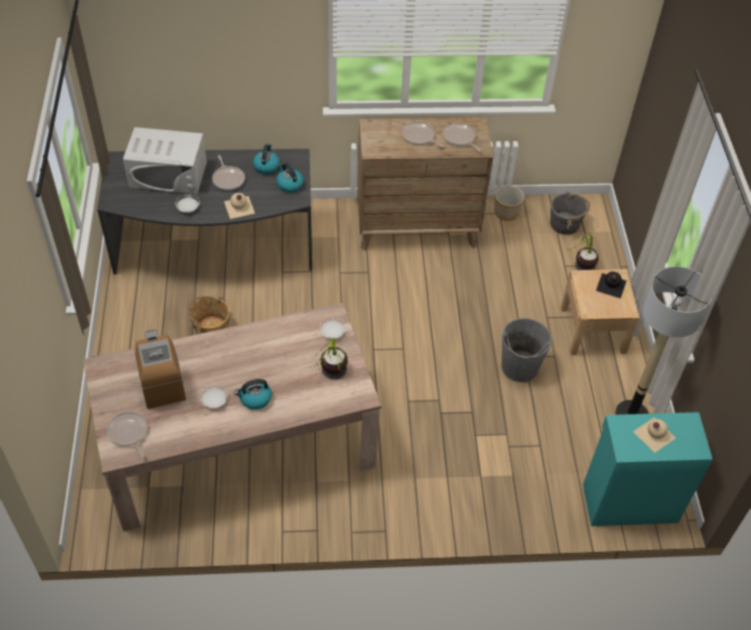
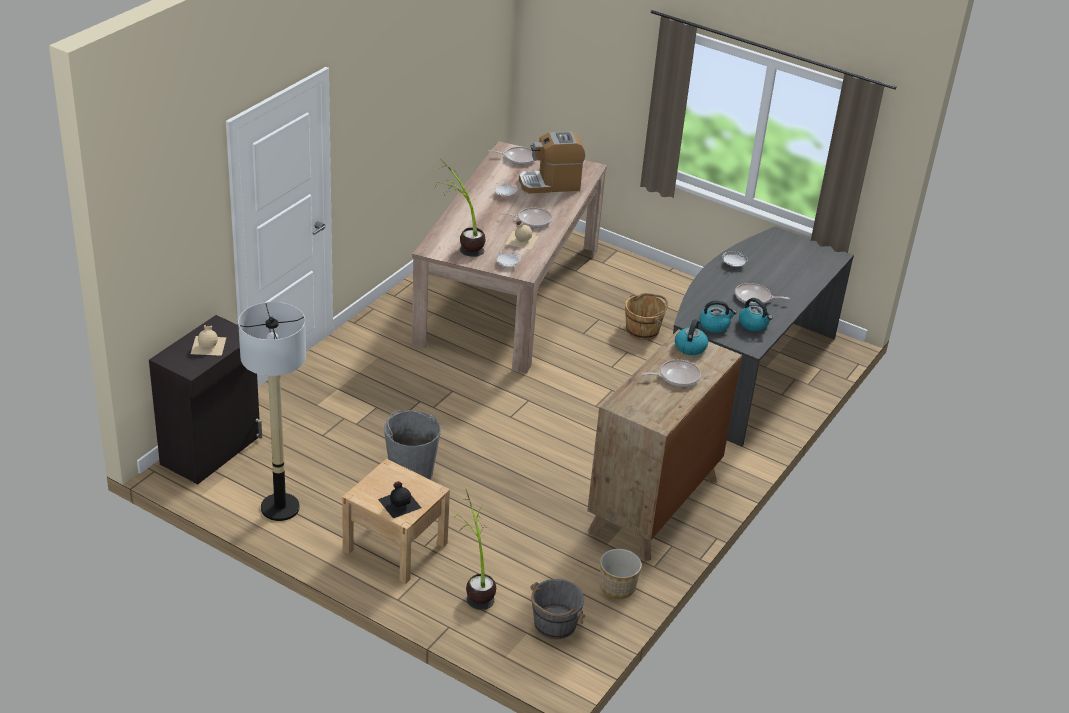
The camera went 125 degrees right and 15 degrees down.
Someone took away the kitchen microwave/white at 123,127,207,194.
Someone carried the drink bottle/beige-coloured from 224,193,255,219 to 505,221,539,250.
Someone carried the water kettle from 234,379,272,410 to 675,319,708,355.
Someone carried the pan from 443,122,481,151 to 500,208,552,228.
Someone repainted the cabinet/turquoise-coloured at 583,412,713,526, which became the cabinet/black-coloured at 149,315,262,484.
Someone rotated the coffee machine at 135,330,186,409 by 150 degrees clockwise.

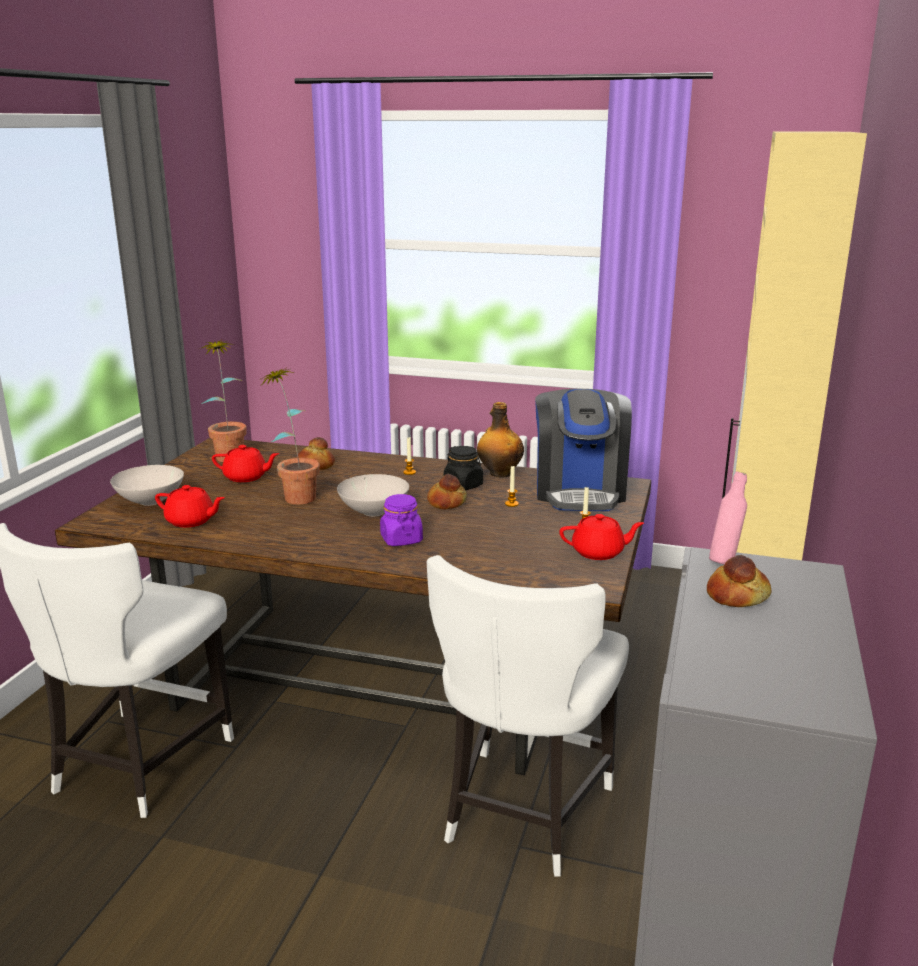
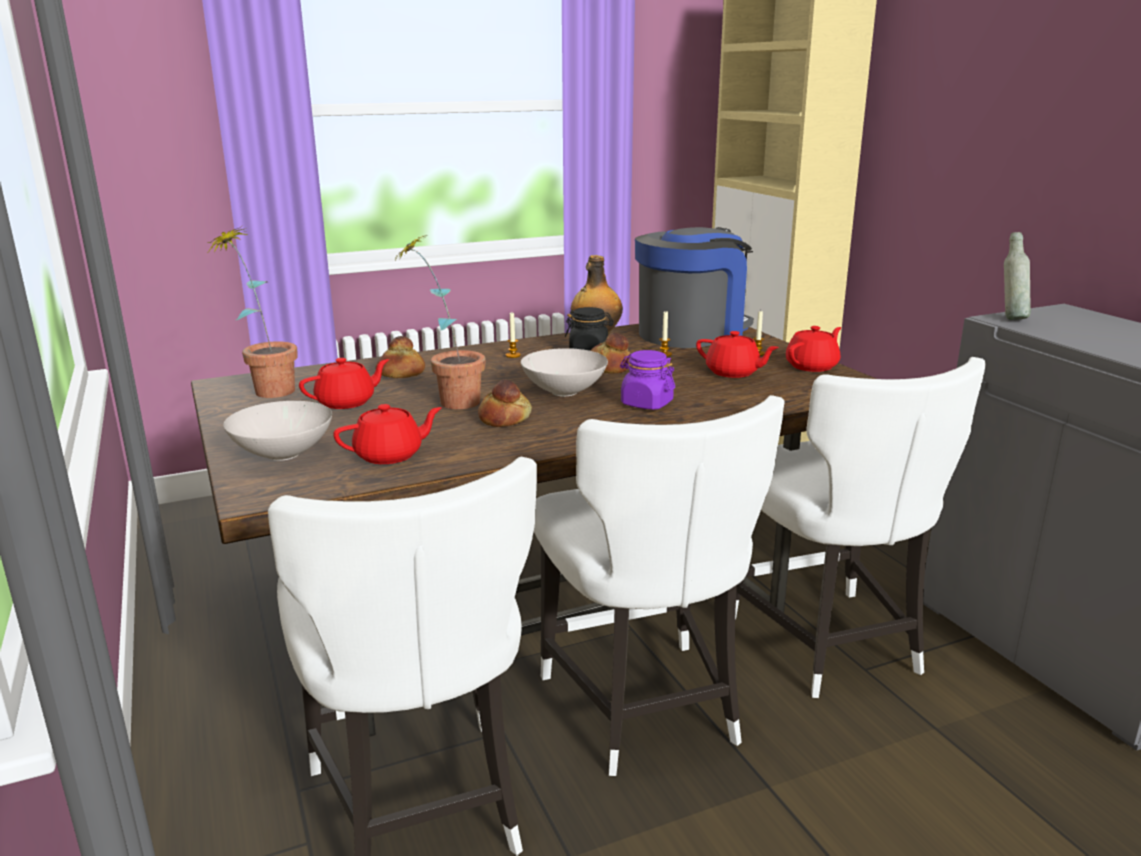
The camera went 40 degrees left and 0 degrees up.
Someone put down the chair/white at 534,395,784,776.
Someone put down the tea pot/reddish at 696,331,779,378.
Someone carried the bread from 707,555,772,607 to 478,379,532,427.
Someone repainted the drink bottle/pink at 709,472,747,565, which became the drink bottle/gray at 1004,232,1031,320.
Someone rotated the coffee machine at 535,389,632,511 by 90 degrees counterclockwise.

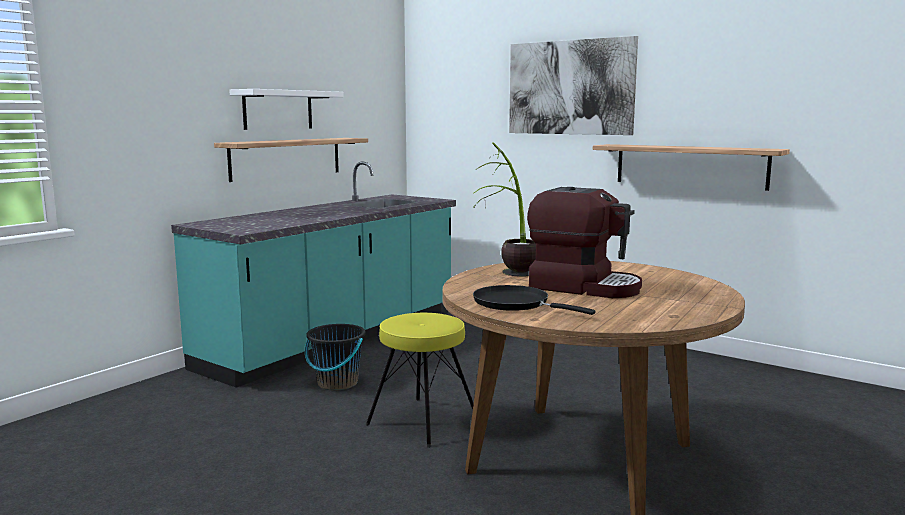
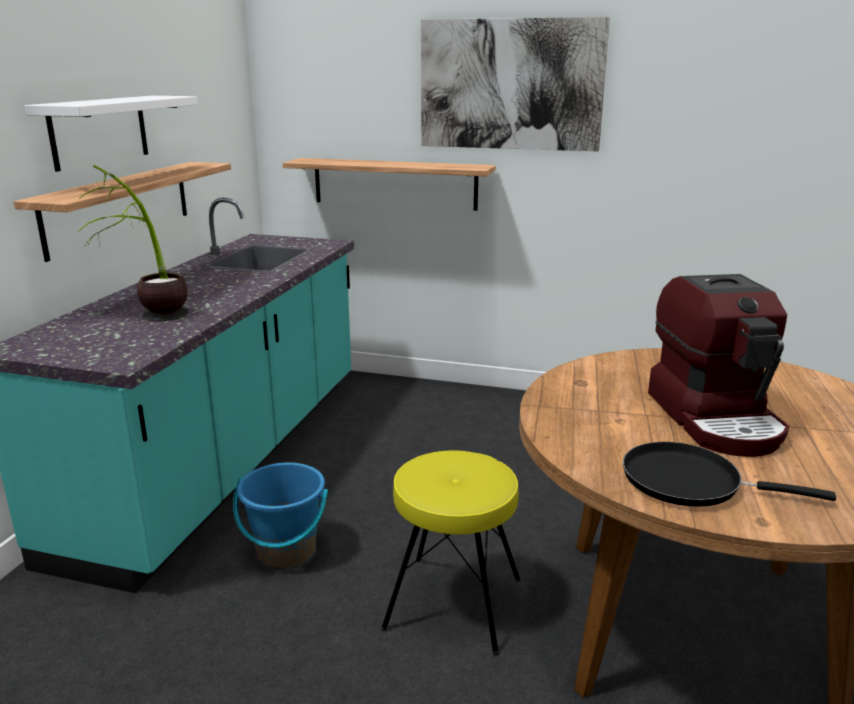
The camera went 20 degrees left and 10 degrees up.
Someone carried the plant in a pot from 473,142,536,277 to 79,165,189,321.
Someone carried the wall shelf from 593,144,790,191 to 283,158,496,211.
Someone repainted the pail/black-coloured at 305,324,366,390, which became the pail/blue at 233,463,328,568.
Someone rotated the coffee machine at 527,187,642,298 by 75 degrees clockwise.

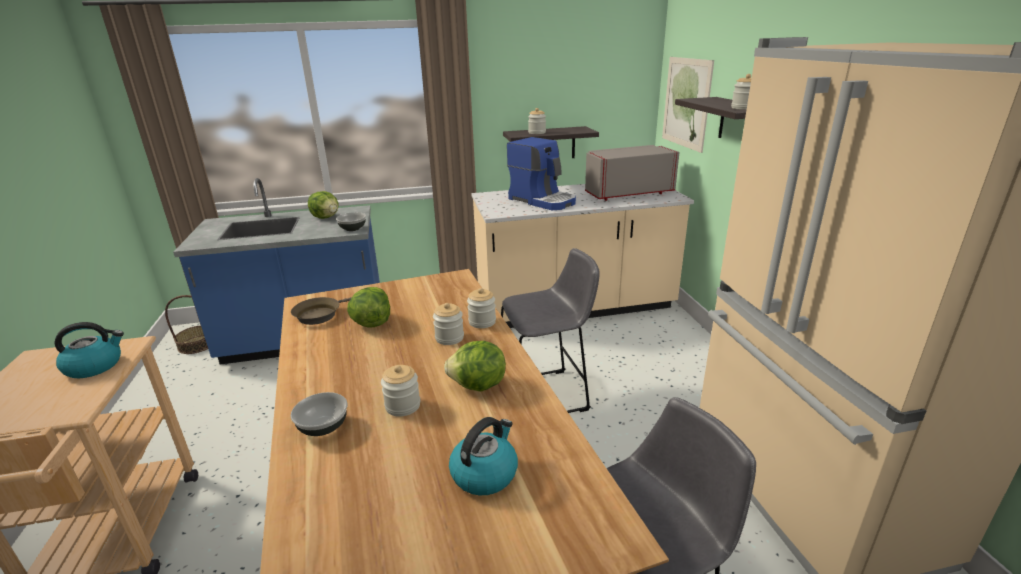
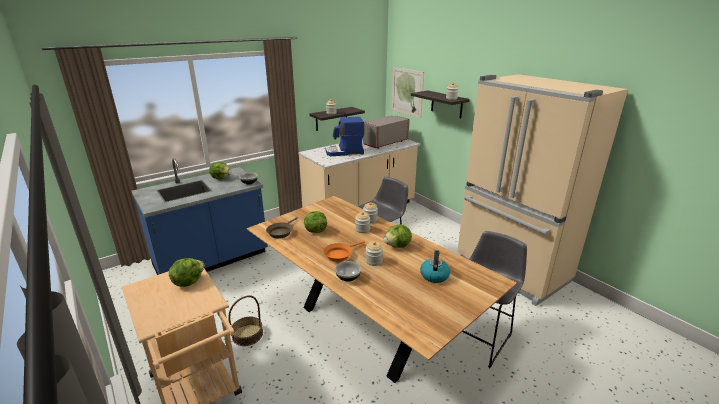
The camera went 25 degrees left and 0 degrees up.
Someone put down the pan/orange-coloured at 323,241,365,262.
Someone carried the household basket from 165,295,208,354 to 228,295,263,346.
Someone swapped the water kettle at 55,322,124,378 for the lettuce head at 169,258,204,287.
Someone rotated the coffee machine at 507,137,576,210 by 150 degrees clockwise.

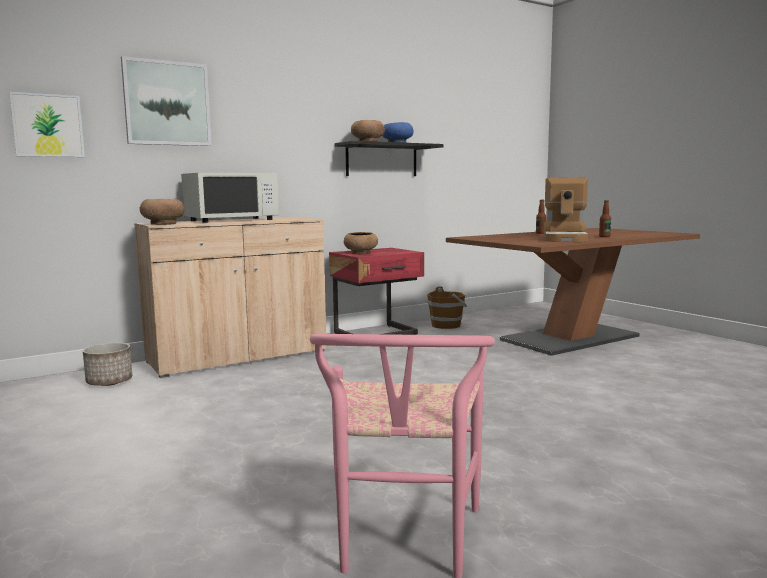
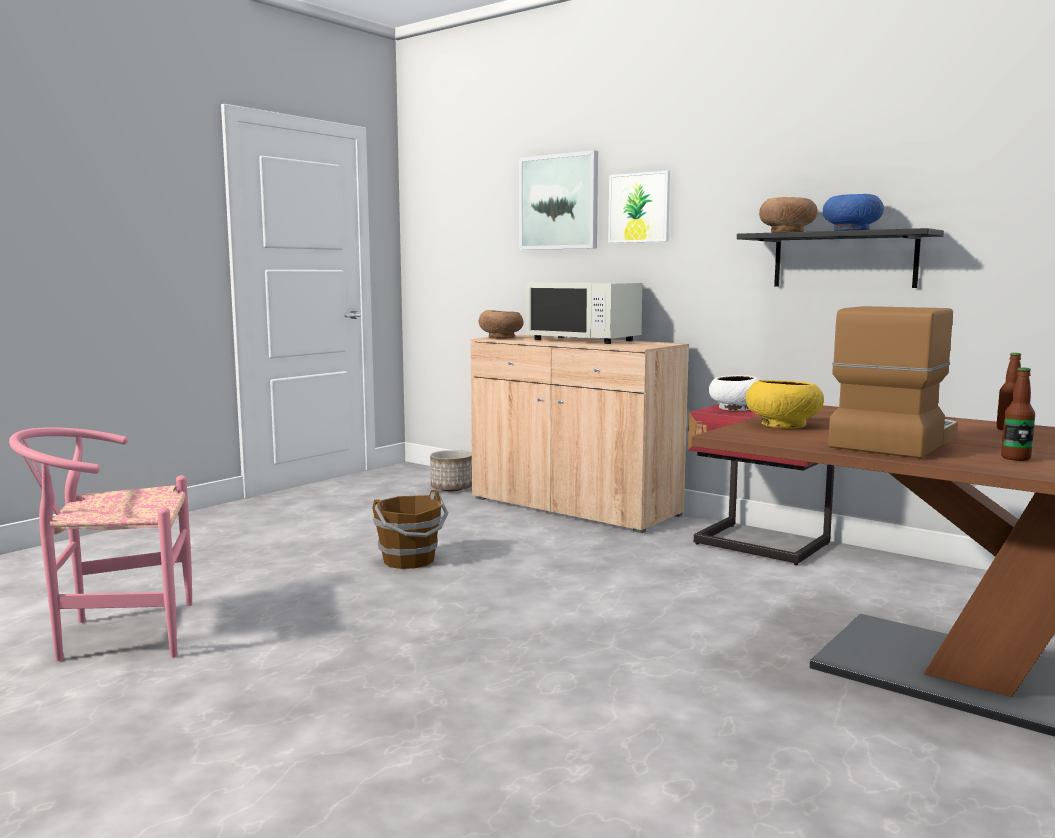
The camera went 70 degrees right and 0 degrees up.
Someone put down the deep dish/yellow-coloured at 746,380,824,429.
Someone carried the wall picture from 9,92,85,157 to 608,171,670,243.
Someone carried the pail/brown-coloured from 427,286,467,329 to 372,490,448,569.
Someone repainted the deep dish/brown-coloured at 344,232,378,254, which became the deep dish/white at 709,375,759,411.
Someone rotated the coffee machine at 544,177,588,242 by 135 degrees clockwise.

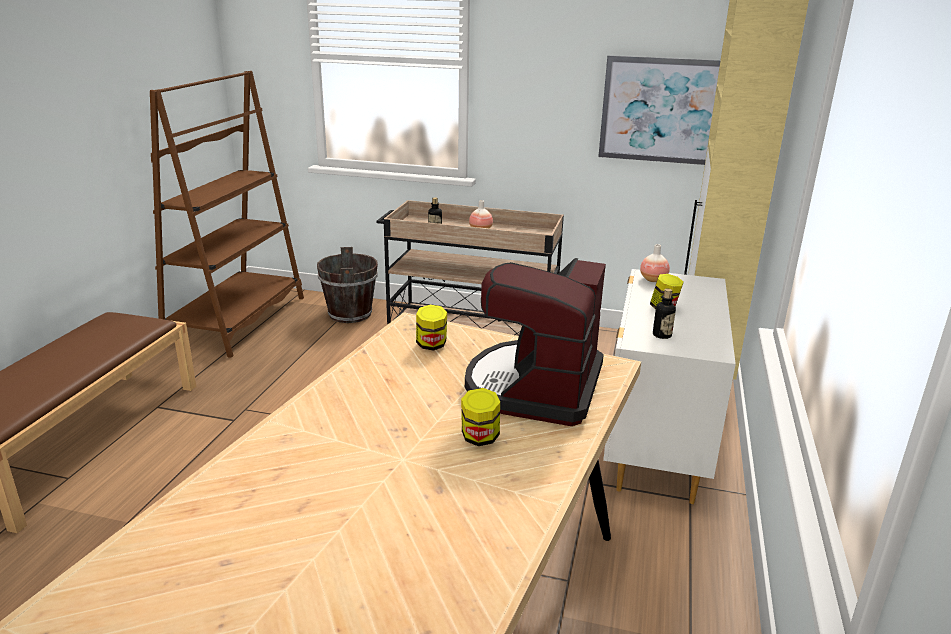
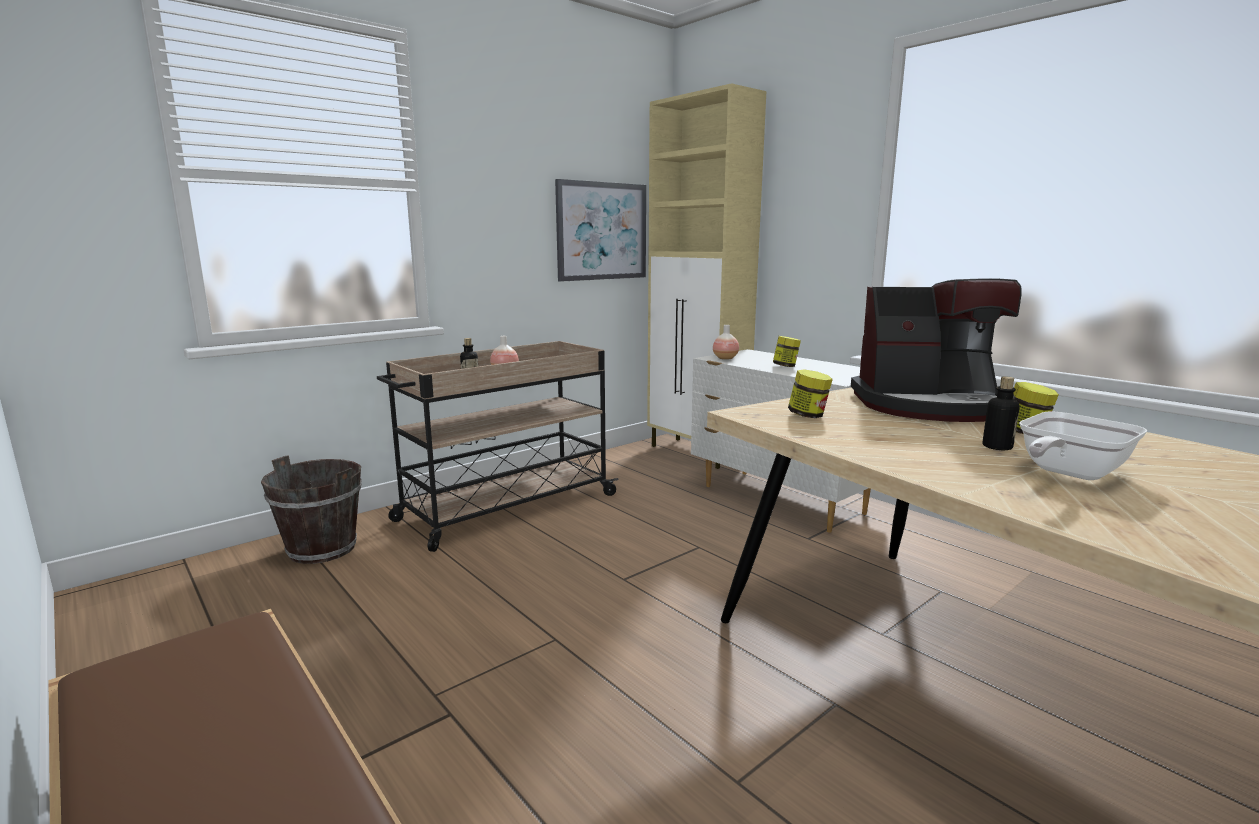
The camera went 55 degrees left and 10 degrees down.
Someone took away the shelving unit/brown-coloured at 150,71,304,357.
Someone put down the pan at 1019,412,1147,480.
Someone carried the drink bottle from 653,289,676,339 to 983,376,1019,450.
Someone rotated the coffee machine at 465,258,606,426 by 45 degrees counterclockwise.

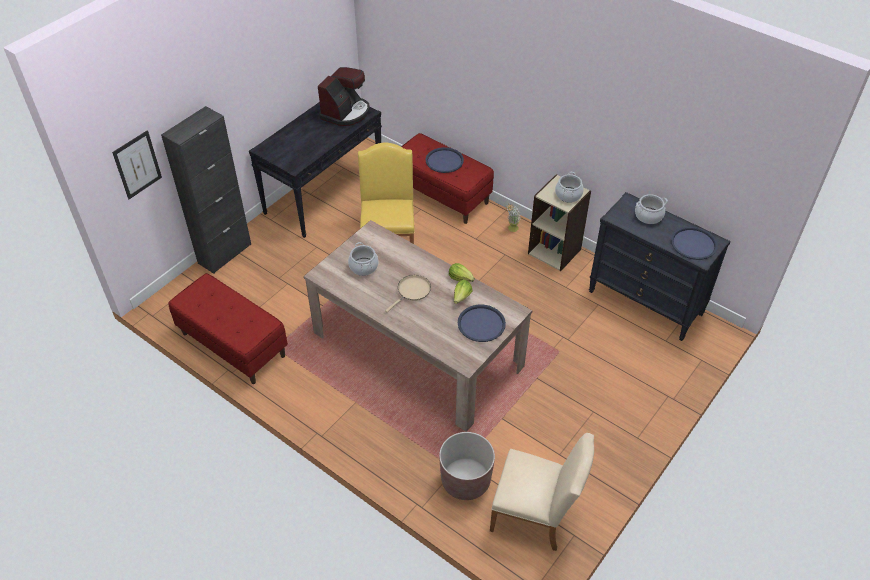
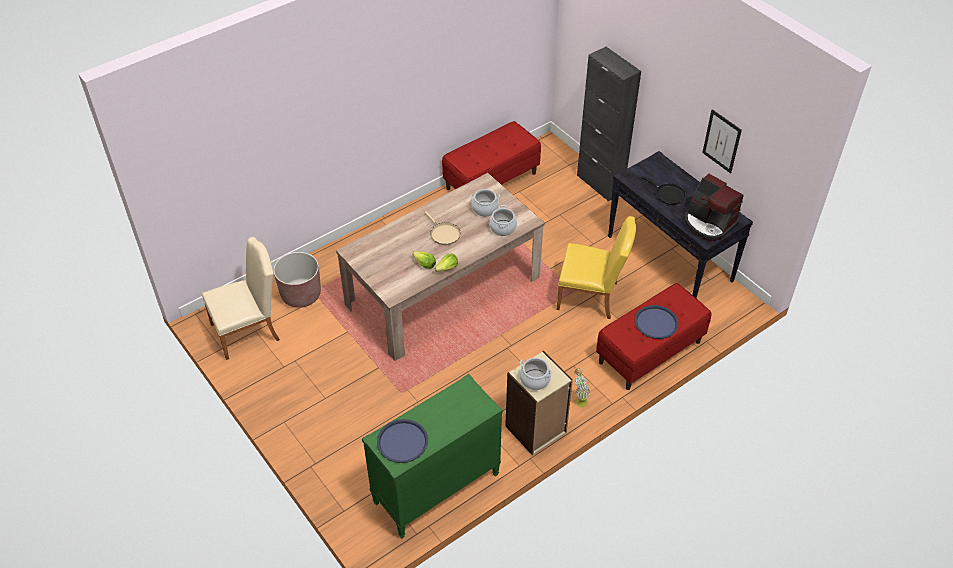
The camera went 105 degrees right and 0 degrees up.
Someone took away the carrying tray/blue at 458,305,506,342.
Someone put down the pan/black-coloured at 642,176,686,205.
Someone carried the wall picture from 112,130,162,199 to 702,109,742,174.
Someone carried the stockpot from 635,194,668,224 to 489,205,517,236.
Someone repainted the chest of drawers/black-coloured at 589,192,731,341, which became the chest of drawers/green-coloured at 362,374,503,539.
Someone rotated the chair/beige-coloured at 490,433,594,551 by 150 degrees counterclockwise.

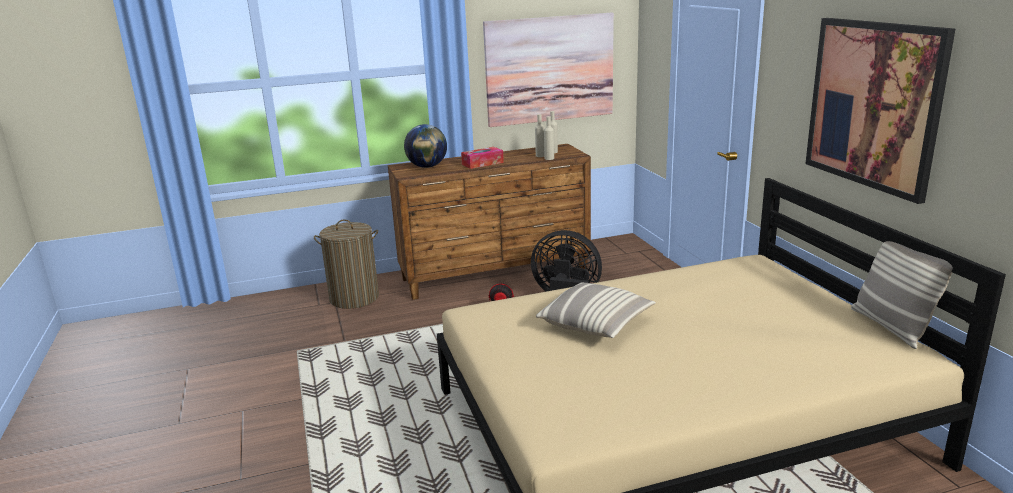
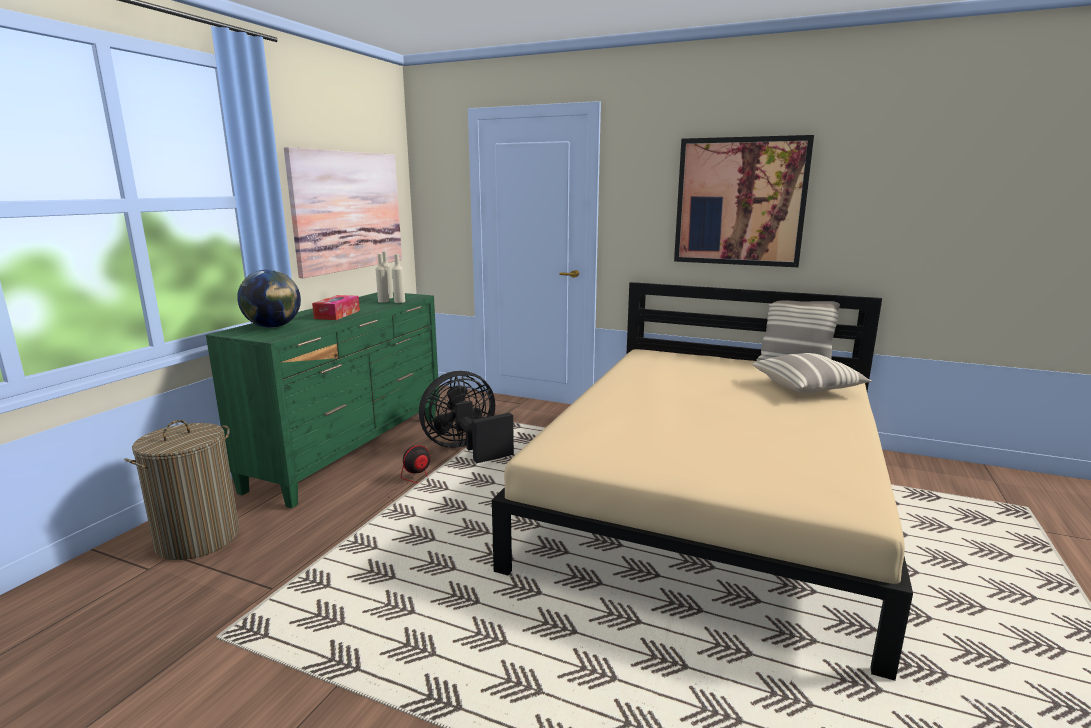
The camera went 50 degrees left and 5 degrees down.
Someone carried the throw pillow from 536,282,656,338 to 752,353,872,393.
Someone repainted the chest of drawers/brown-coloured at 388,144,591,300, which became the chest of drawers/green-coloured at 206,292,439,508.

